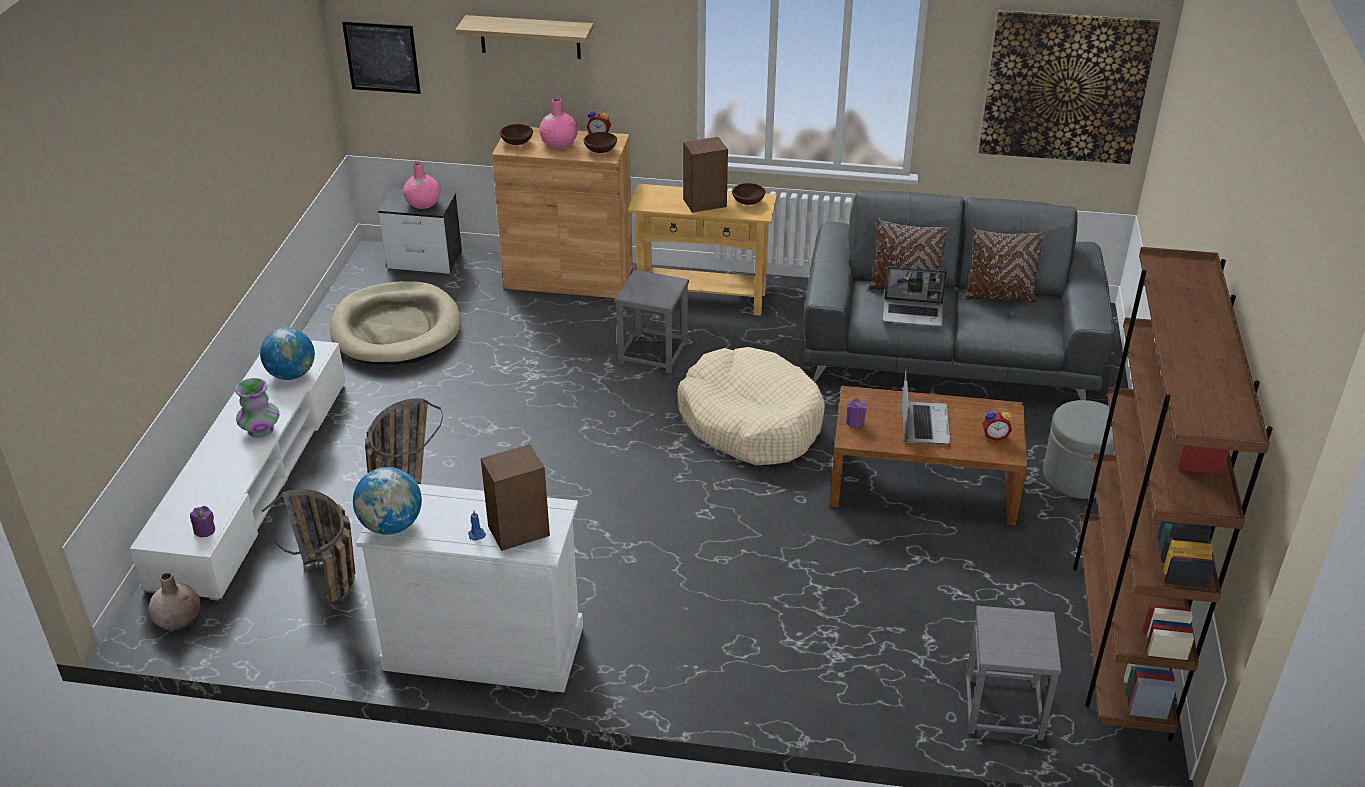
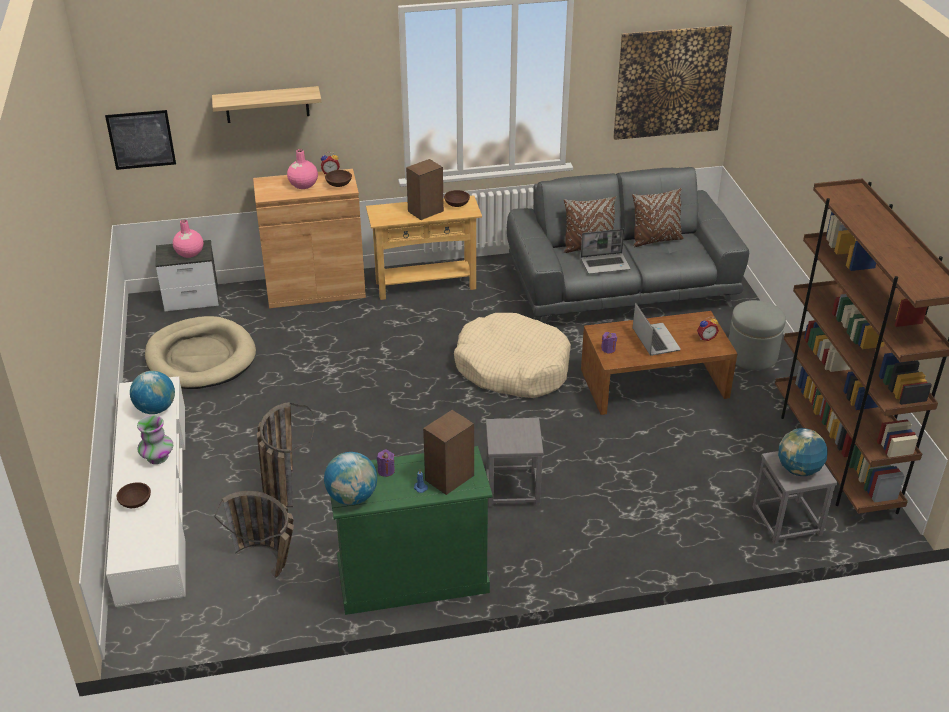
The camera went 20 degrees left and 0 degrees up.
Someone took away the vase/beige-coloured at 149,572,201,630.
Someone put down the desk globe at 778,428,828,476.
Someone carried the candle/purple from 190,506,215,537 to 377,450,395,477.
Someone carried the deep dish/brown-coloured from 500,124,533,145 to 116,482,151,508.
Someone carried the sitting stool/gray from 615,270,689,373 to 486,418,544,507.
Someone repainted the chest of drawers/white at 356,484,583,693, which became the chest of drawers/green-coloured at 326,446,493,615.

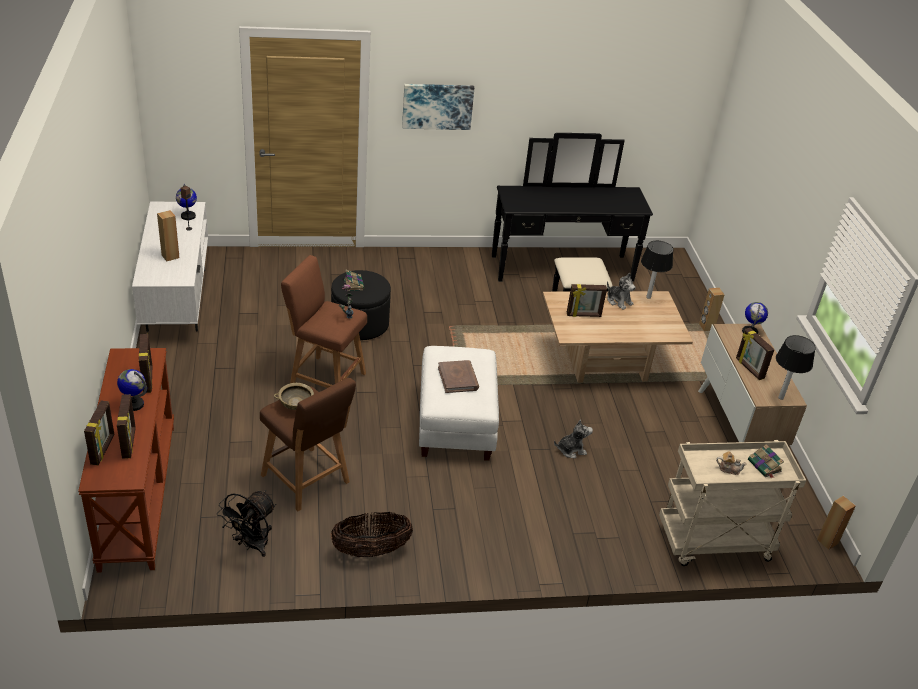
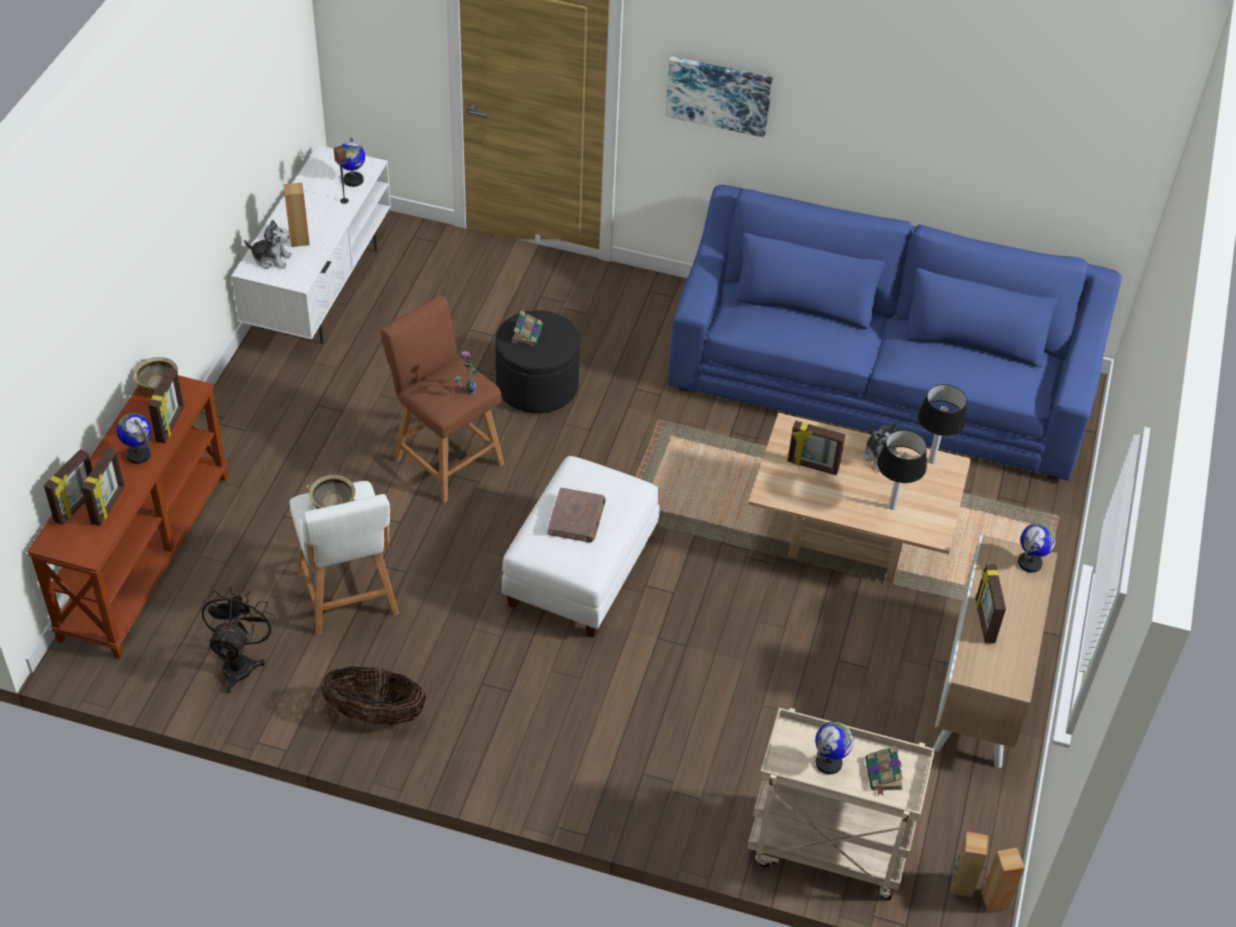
The camera went 25 degrees right and 10 degrees up.
Someone put down the deep dish/beige-coloured at 133,357,178,393.
Someone carried the soft toy from 554,419,593,458 to 244,220,292,269.
Someone carried the audio speaker/brown-coloured from 699,288,725,331 to 951,831,988,898.
Someone carried the table lamp from 776,335,816,400 to 877,430,927,510.
Someone swapped the chest of drawers/black-coloured at 492,133,653,292 for the settee/blue at 668,185,1122,480.
Someone swapped the tea pot at 716,451,746,475 for the desk globe at 815,722,854,774.
Someone repainted the sitting stool/brown-coloured at 260,378,356,511, which became the sitting stool/white at 290,481,399,635.
Someone rotated the fan/black-coloured at 217,490,276,557 by 135 degrees clockwise.

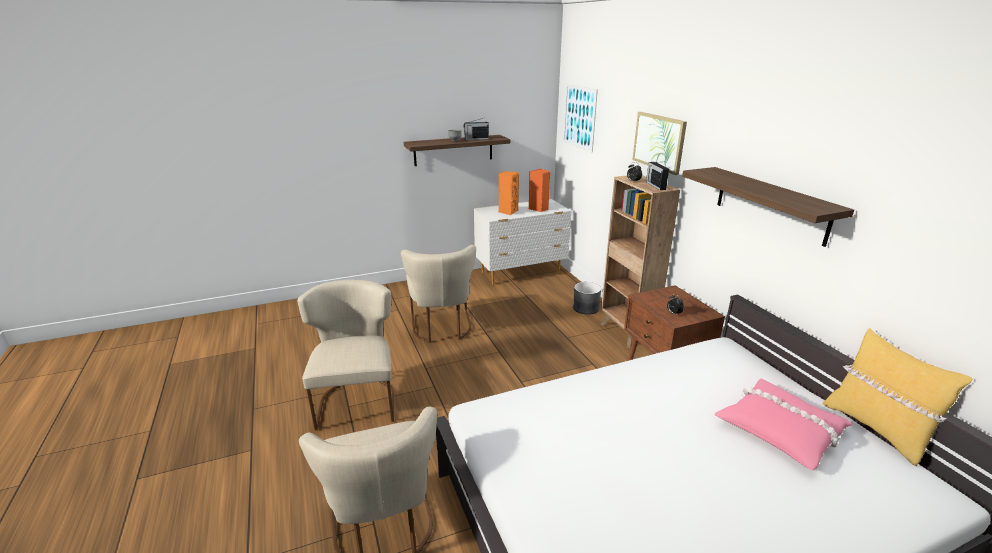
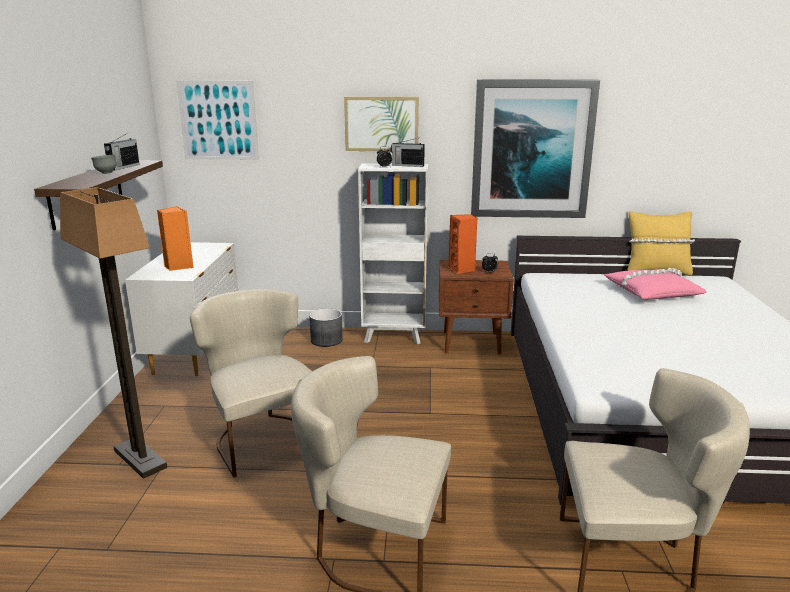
The camera went 65 degrees left and 5 degrees down.
Someone put down the standing lamp at 60,187,167,479.
Someone carried the audio speaker/orange-coloured from 529,168,550,212 to 448,214,477,274.
Someone swapped the wall shelf at 682,167,854,247 for the wall picture at 471,80,600,218.
Someone repainted the shelving unit/brown-coloured at 601,175,680,348, which became the shelving unit/white at 358,163,428,344.
Someone rotated the chair/beige-coloured at 401,245,476,343 by 135 degrees counterclockwise.

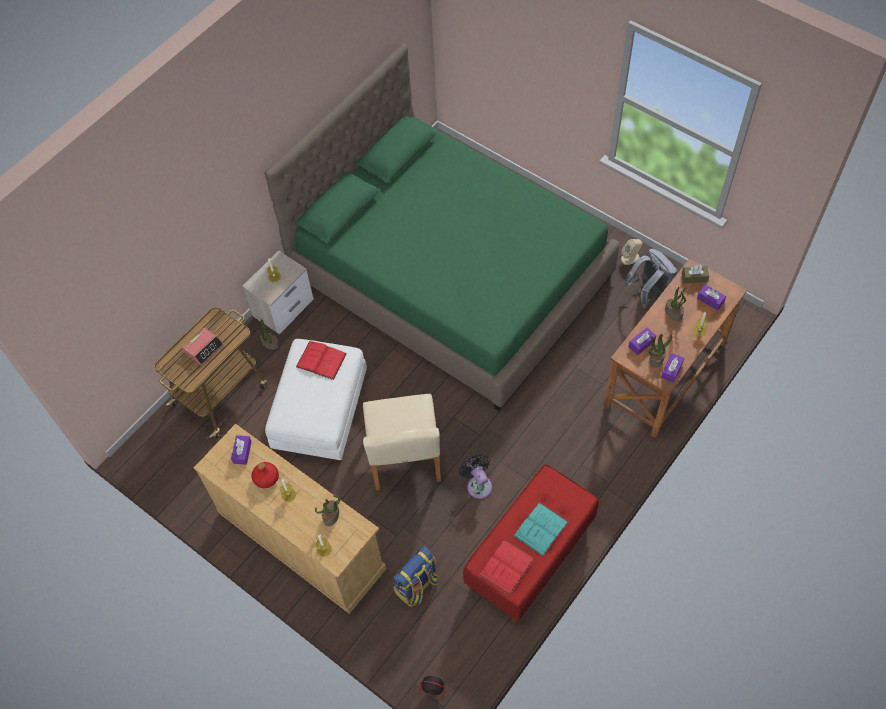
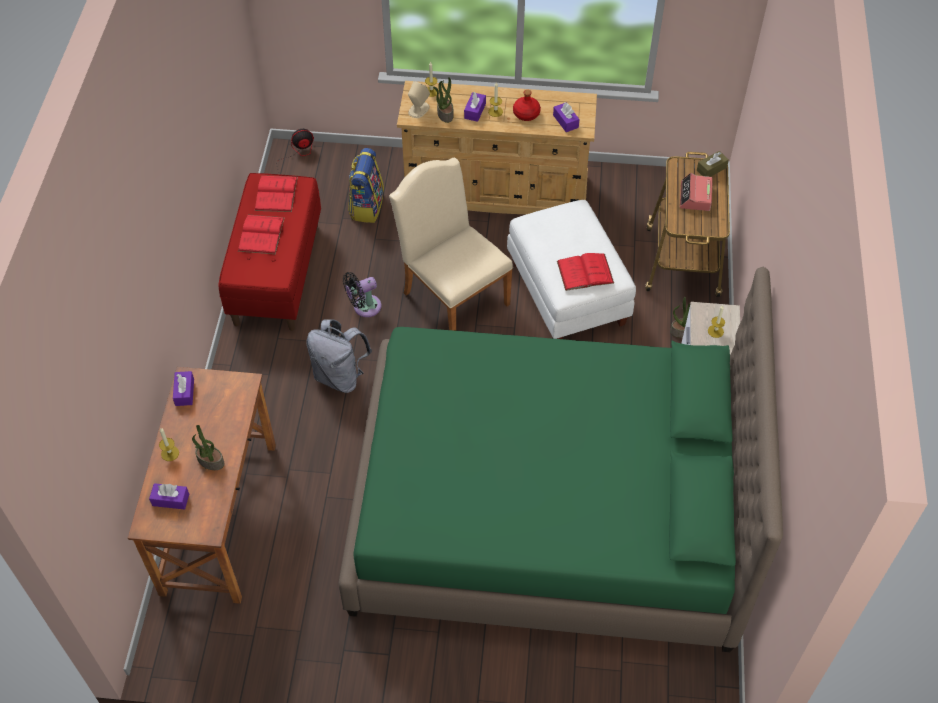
The camera went 145 degrees right and 5 degrees down.
Someone took away the plant in a pot at 649,334,672,368.
Someone carried the audio speaker/beige-coloured from 621,239,642,265 to 408,81,430,118.
Someone carried the rucksack/gray from 624,249,678,308 to 307,319,372,393.
Someone carried the tissue holder/purple from 628,328,656,355 to 464,92,486,122.
Someone carried the tissue holder/brown-coloured from 682,265,709,284 to 697,151,729,177.
Someone repainted the volume/turquoise-coloured at 514,502,568,557, which became the volume/reddish at 238,215,285,254.
Someone rotated the fan/black-coloured at 459,454,492,499 by 120 degrees clockwise.

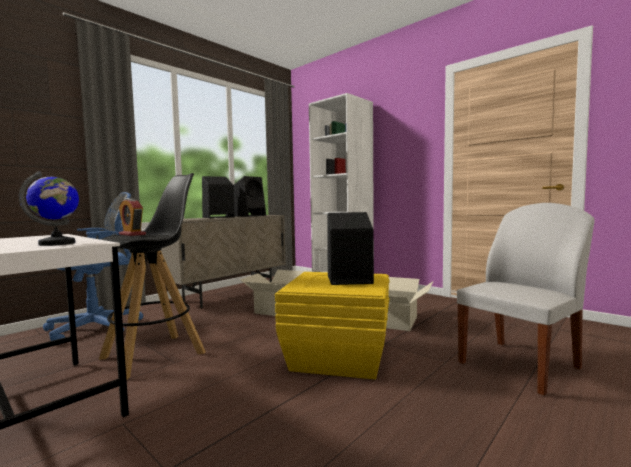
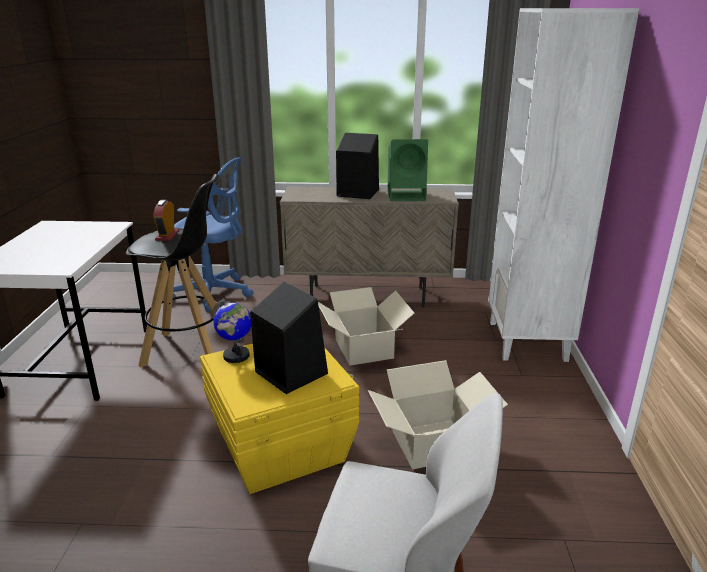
The camera went 50 degrees right and 20 degrees up.
Someone carried the desk globe from 19,171,79,246 to 213,298,251,363.
Someone repainted the audio speaker/black-coloured at 233,176,266,217, which became the audio speaker/green-coloured at 387,139,428,201.

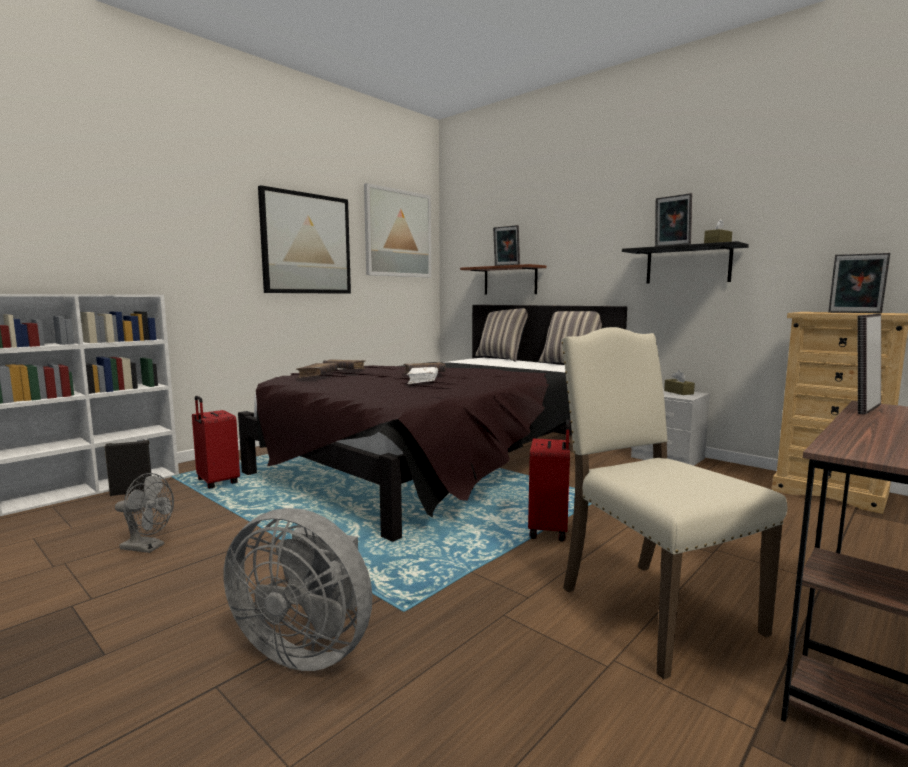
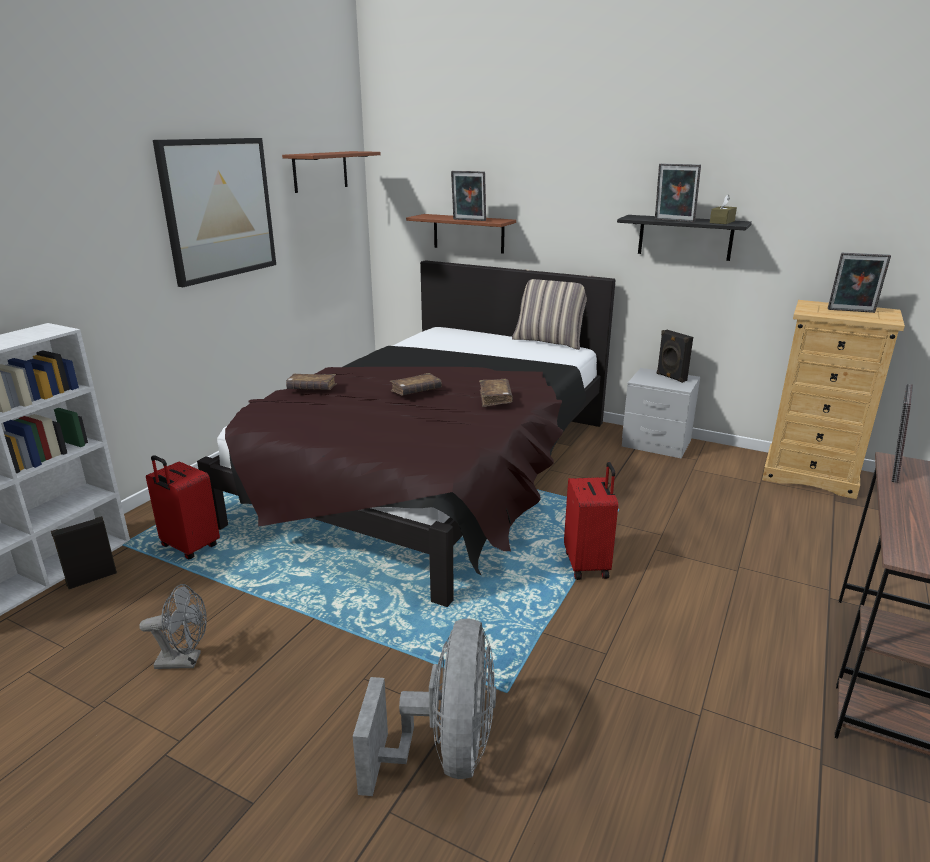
The camera went 15 degrees left and 15 degrees up.
Someone took away the volume/white at 407,367,438,384.
Someone took away the throw pillow at 475,304,528,362.
Someone took away the chair/beige-coloured at 561,327,787,679.
Someone carried the volume/brown-coloured from 296,363,338,378 to 479,379,513,407.
Someone swapped the wall picture at 364,183,431,277 for the wall shelf/brown-coloured at 282,151,381,193.
Someone swapped the tissue holder/brown-coloured at 664,370,695,395 for the audio speaker/black-coloured at 657,330,693,383.
Someone rotated the fan/gray at 224,508,373,671 by 90 degrees counterclockwise.

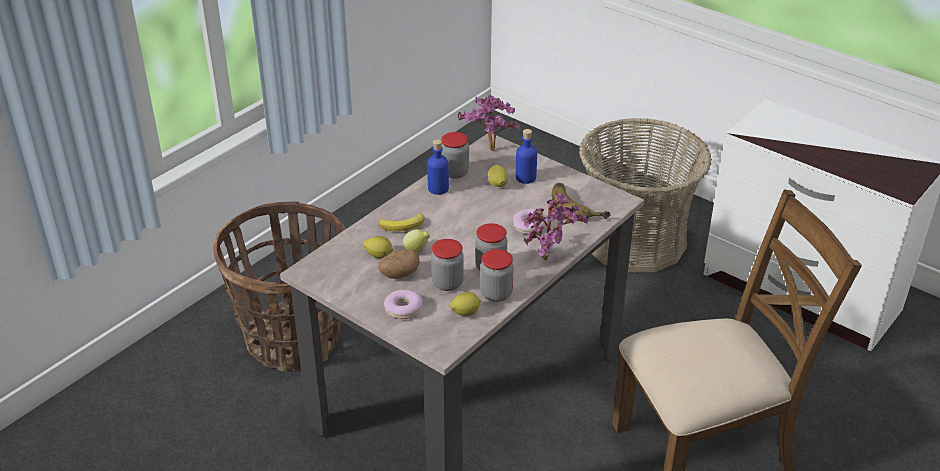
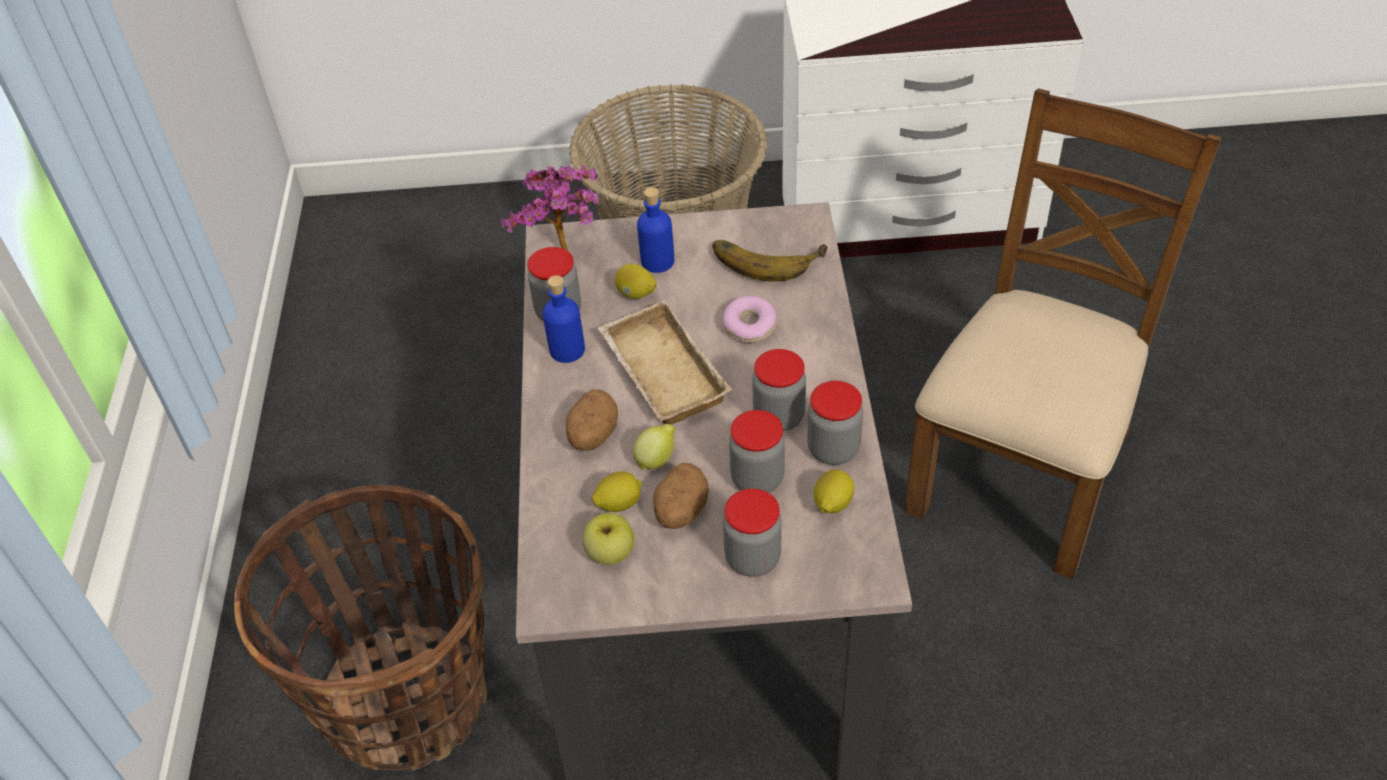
The camera went 40 degrees left and 10 degrees up.
Someone took away the plant in a pot at 523,193,588,261.
Someone put down the apple at 582,513,634,565.
Someone put down the carrying tray/beige-coloured at 597,300,732,425.
Someone swapped the whole banana at 379,213,424,231 for the spud at 566,389,618,451.
Someone swapped the ring doughnut at 384,290,423,319 for the storage jar at 723,488,782,577.

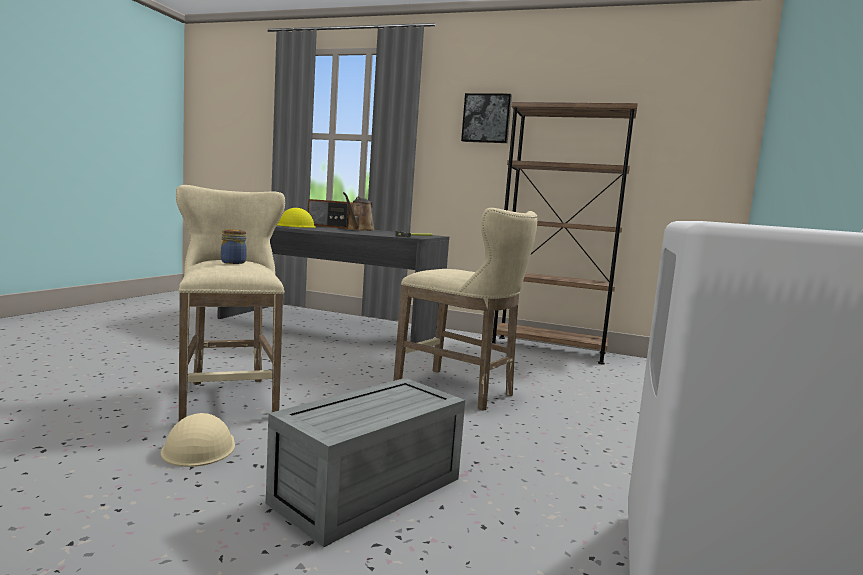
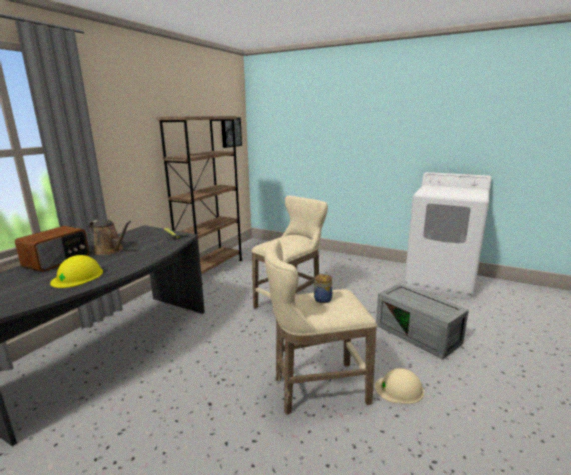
The camera went 80 degrees left and 10 degrees up.
Someone carried the wall picture from 461,93,512,143 to 221,117,242,148.

